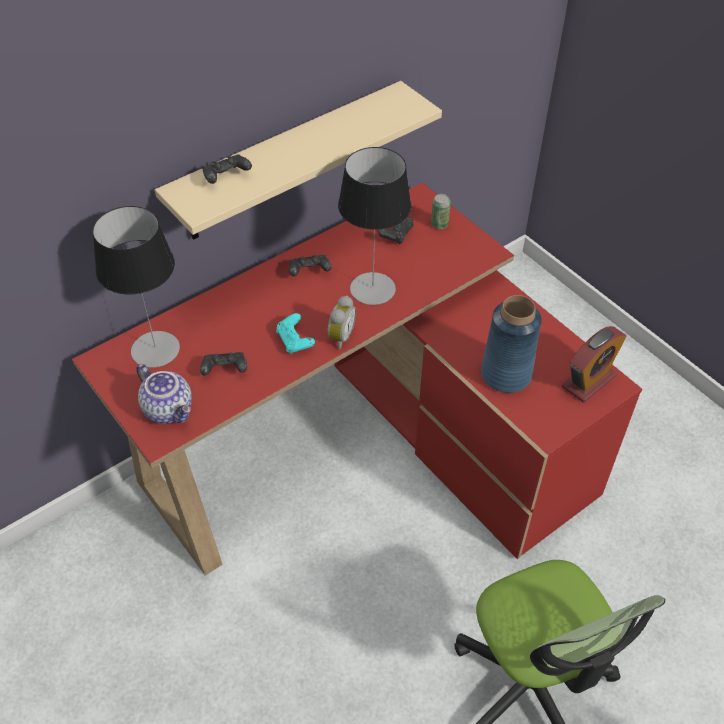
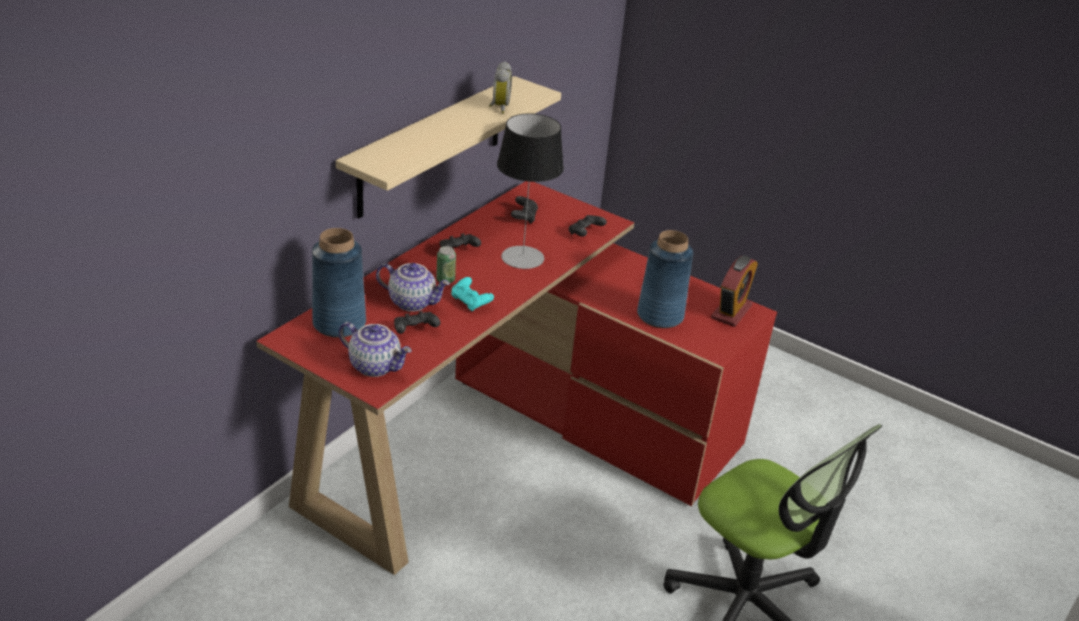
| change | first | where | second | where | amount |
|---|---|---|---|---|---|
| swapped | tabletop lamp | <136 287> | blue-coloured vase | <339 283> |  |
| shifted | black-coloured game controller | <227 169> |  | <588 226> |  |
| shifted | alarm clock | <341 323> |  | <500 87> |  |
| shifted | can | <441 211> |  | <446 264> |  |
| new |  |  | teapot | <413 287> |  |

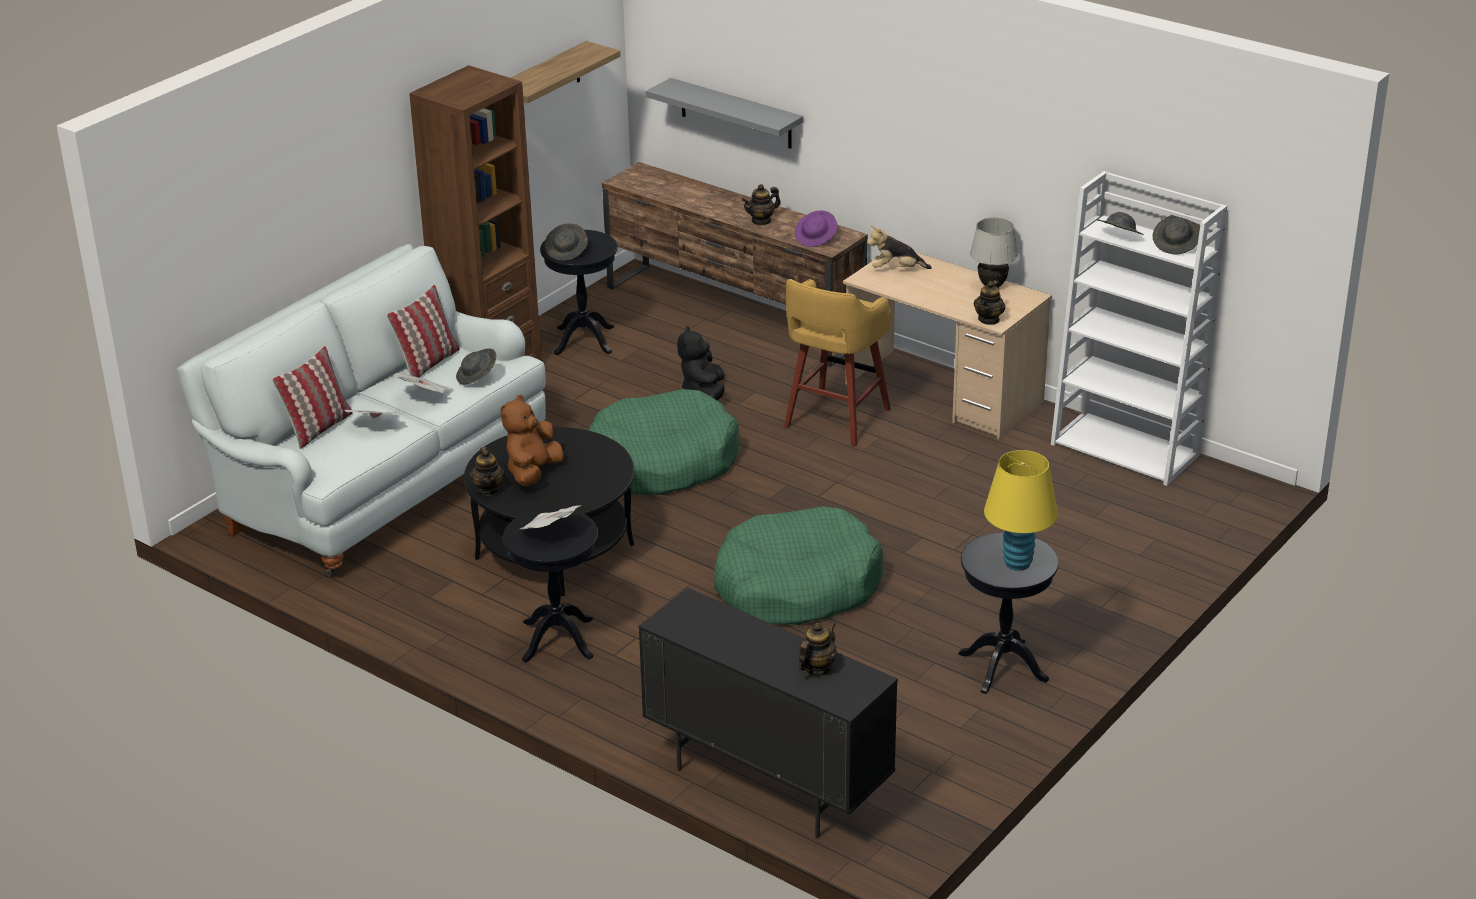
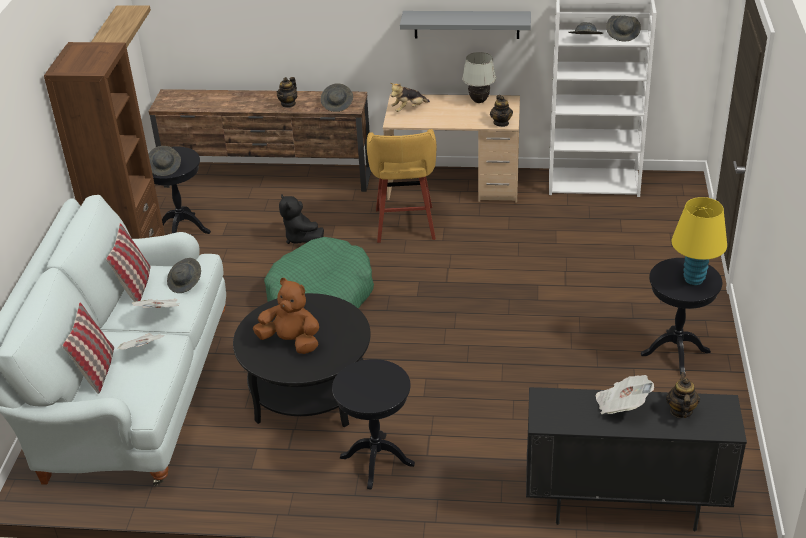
| change | first | where | second | where | amount |
|---|---|---|---|---|---|
| gone | teapot | <487 471> |  |  |  |
| rotated | brown-coloured cuddly toy | <532 440> |  | <286 316> | 120 degrees clockwise |
| shifted | daily paper | <550 517> |  | <624 394> |  |
| shifted | gray bracket shelf | <724 113> |  | <465 25> |  |
| gone | green-coloured pet bed | <798 565> |  |  |  |
| repainted | purple-coloured wearable hat | <816 228> | gray wearable hat | <337 97> |  |

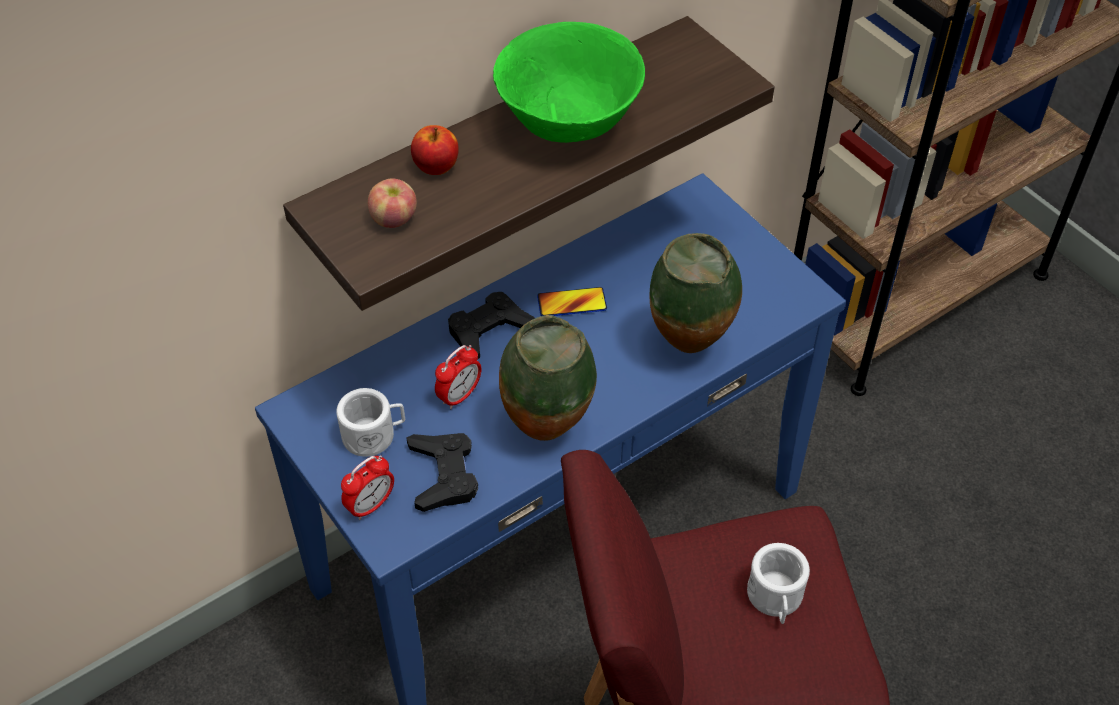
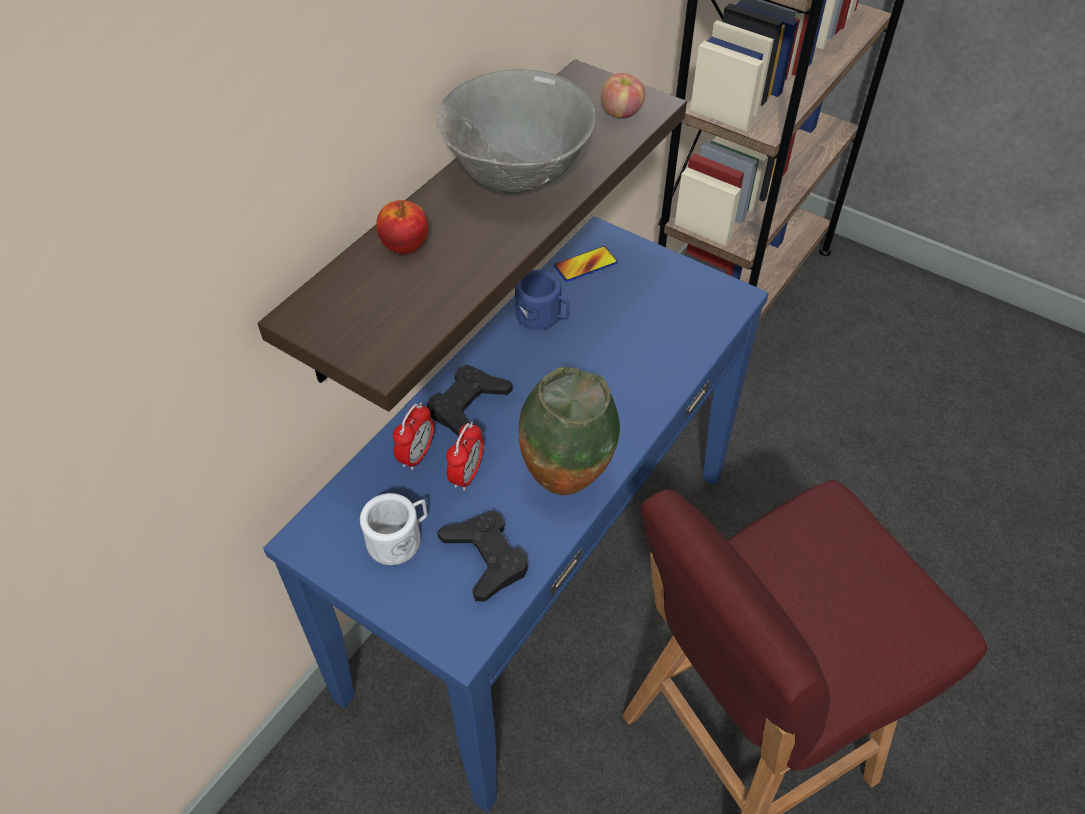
| change | first | where | second | where | amount |
|---|---|---|---|---|---|
| shifted | alarm clock | <367 487> |  | <413 437> |  |
| shifted | whole apple | <392 203> |  | <623 96> |  |
| repainted | green-coloured deep dish | <569 82> | gray deep dish | <516 131> |  |
| shifted | phone | <572 301> |  | <586 264> |  |
| gone | vase | <696 293> |  |  |  |
| gone | white-coloured mug | <778 583> |  |  |  |
| new |  |  | blue-coloured mug | <542 300> |  |

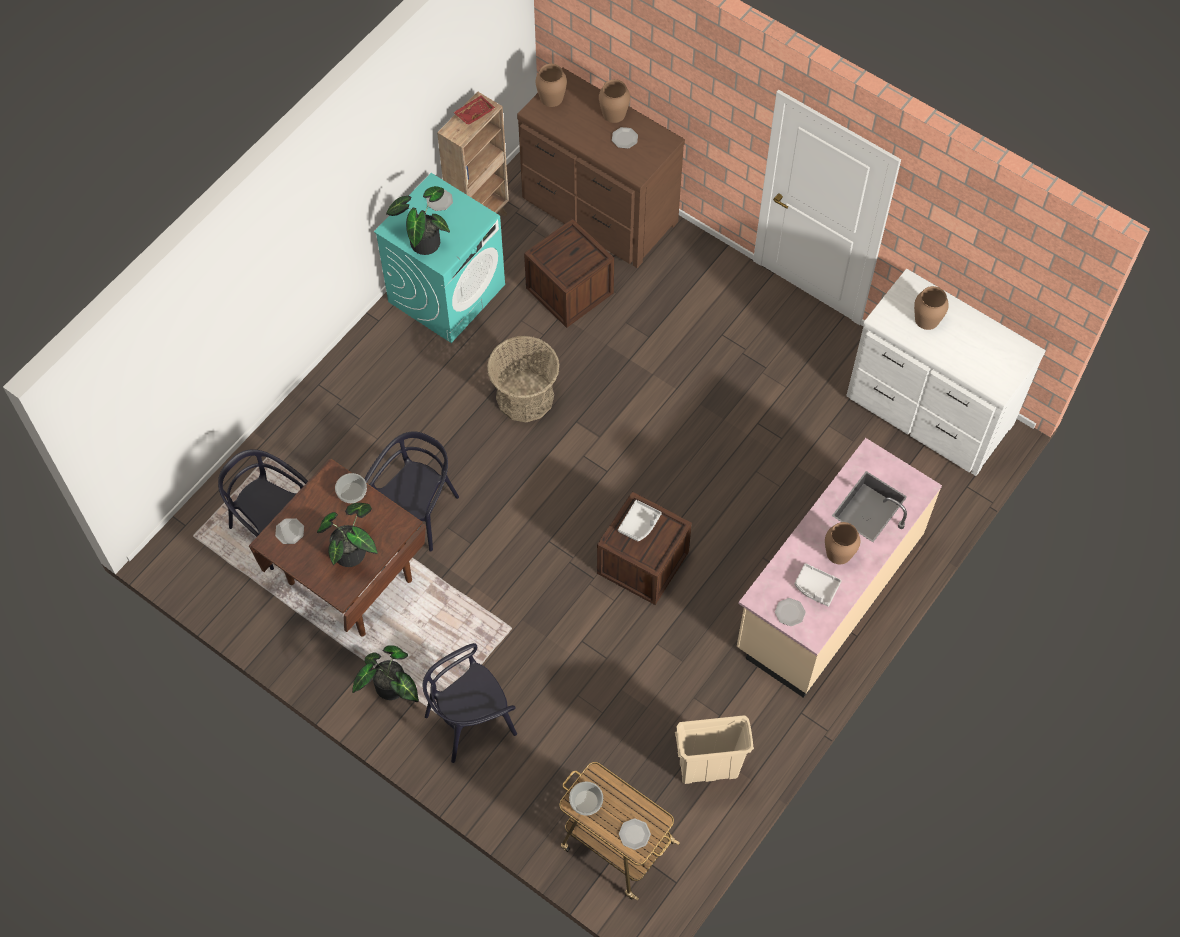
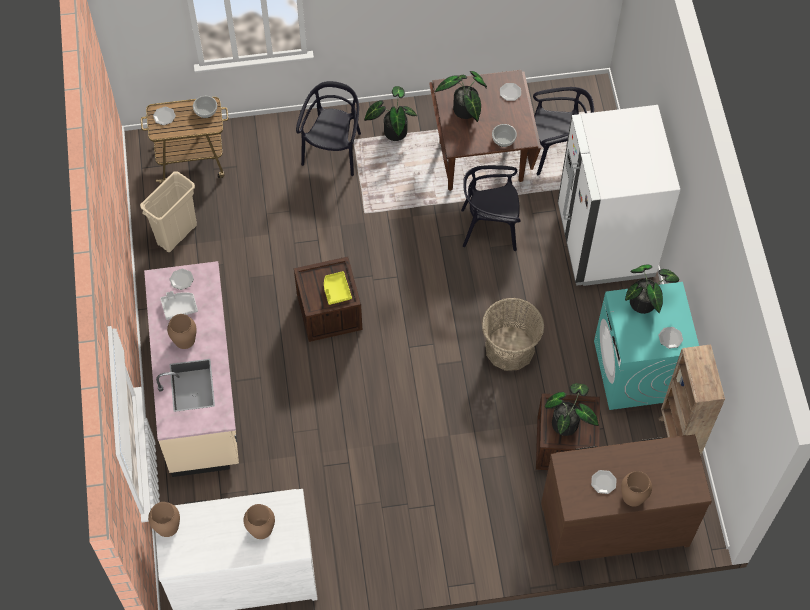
| change | first | where | second | where | amount |
|---|---|---|---|---|---|
| rotated | black-coloured chair | <411 491> |  | <491 208> | 105 degrees clockwise |
| gone | reddish serving tray | <474 110> |  |  |  |
| shifted | brown-coloured vase | <551 85> |  | <164 519> |  |
| repainted | gray serving tray | <640 520> | yellow serving tray | <338 288> |  |
| new |  |  | houseplant | <572 409> |  |
| new |  |  | white-coloured fridge | <619 195> |  |

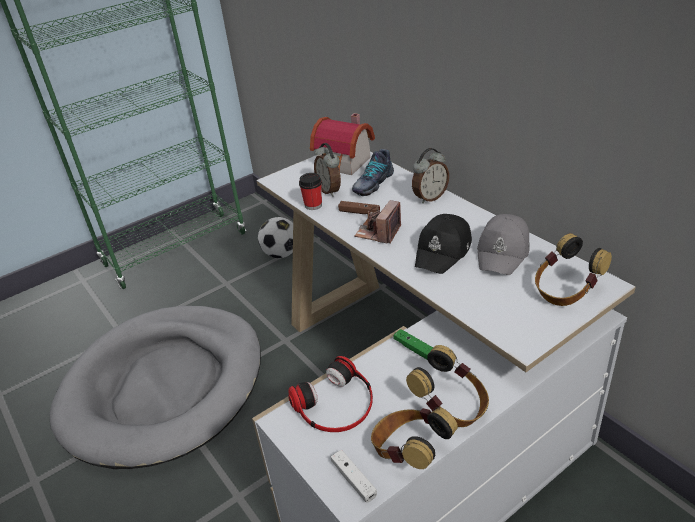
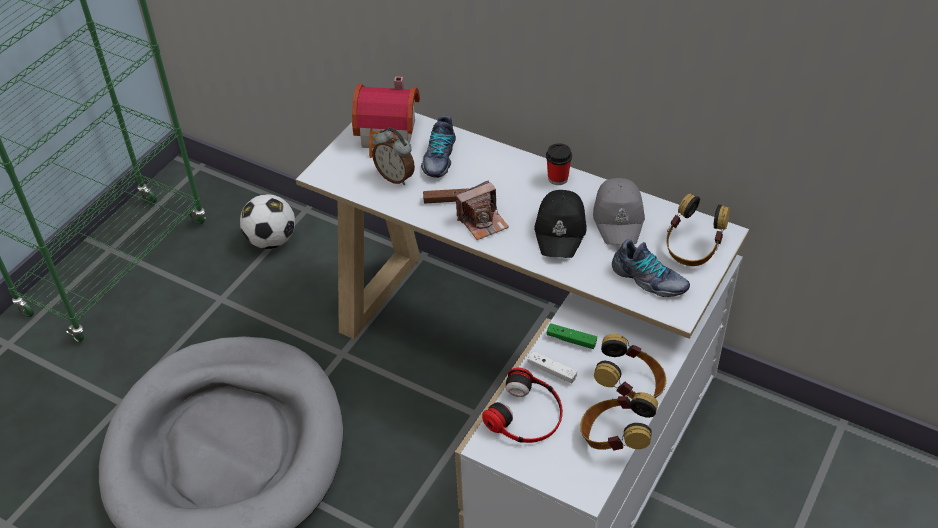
| change | first | where | second | where | amount |
|---|---|---|---|---|---|
| shifted | drinking cup | <310 191> |  | <559 164> |  |
| shifted | white-coloured game controller | <354 476> |  | <552 367> |  |
| rotated | photo camera | <378 221> |  | <482 210> | 120 degrees counterclockwise |
| gone | alarm clock | <430 176> |  |  |  |
| new |  |  | low shoe | <651 268> |  |

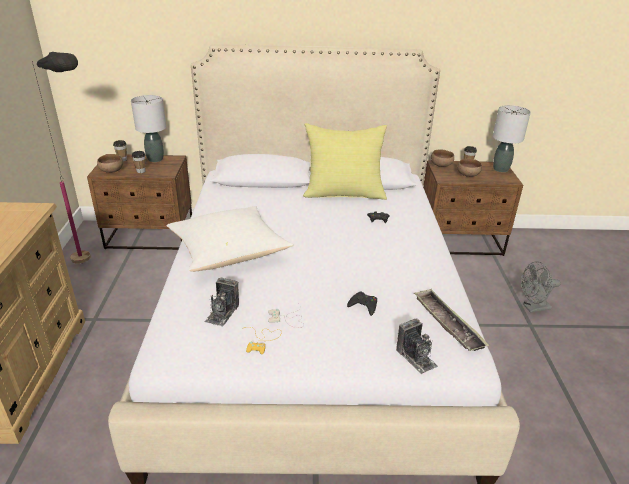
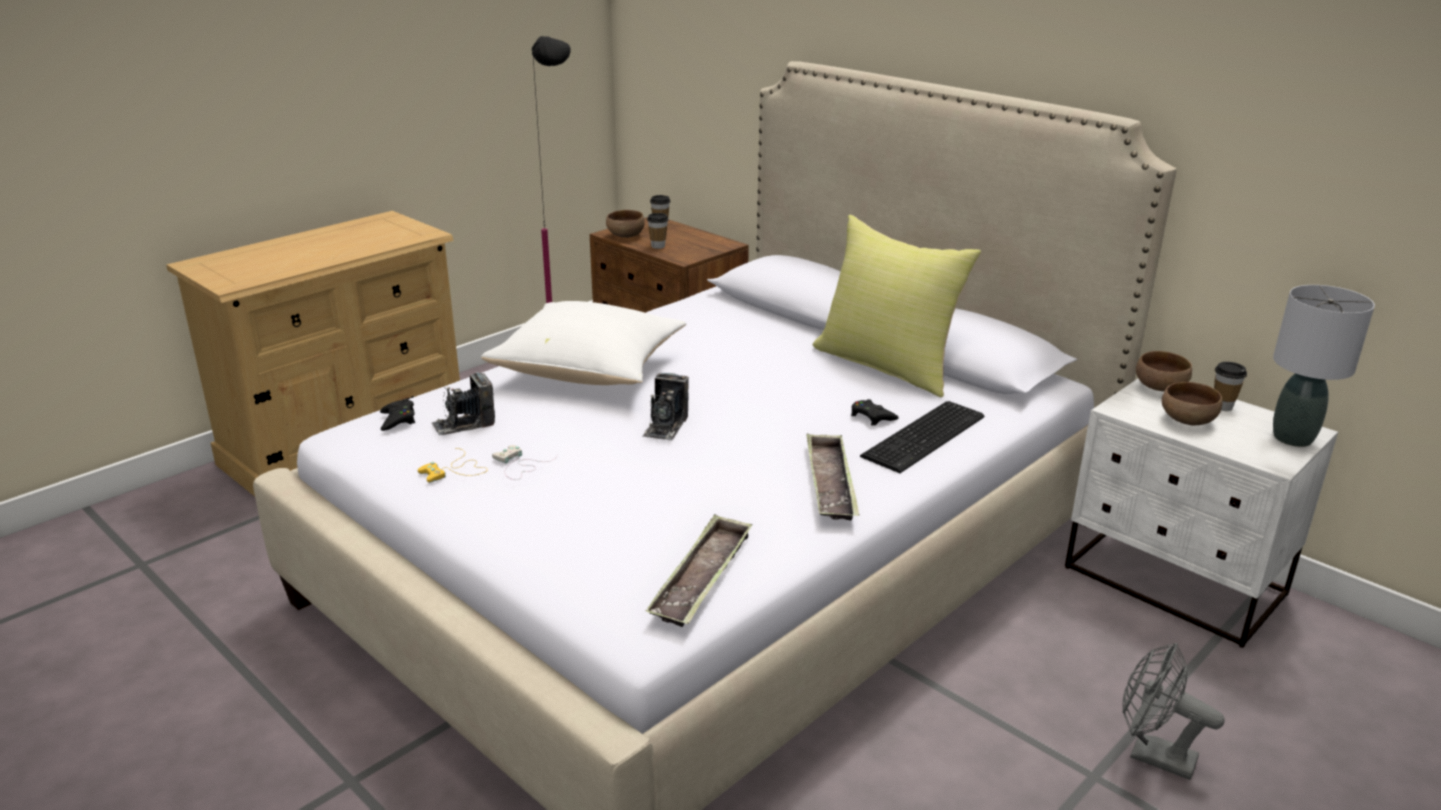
| change | first | where | second | where | amount |
|---|---|---|---|---|---|
| gone | gray tabletop lamp | <148 128> |  |  |  |
| shifted | black-coloured game controller | <362 303> |  | <397 414> |  |
| shifted | photo camera | <417 346> |  | <665 406> |  |
| repainted | brown-coloured bedside table | <473 208> | white-coloured bedside table | <1201 513> |  |
| new |  |  | serving tray | <832 477> |  |
| new |  |  | keyboard | <922 437> |  |

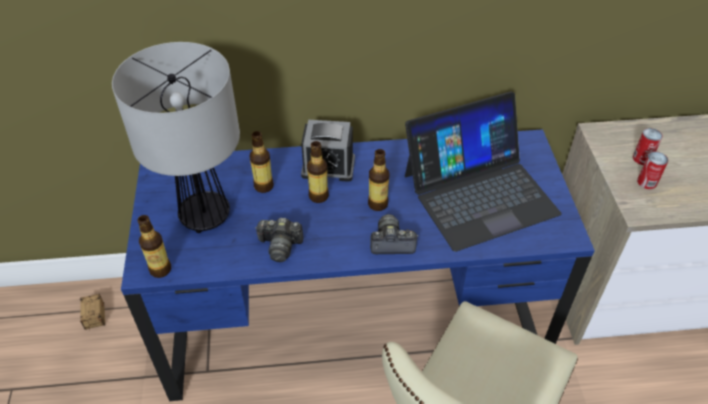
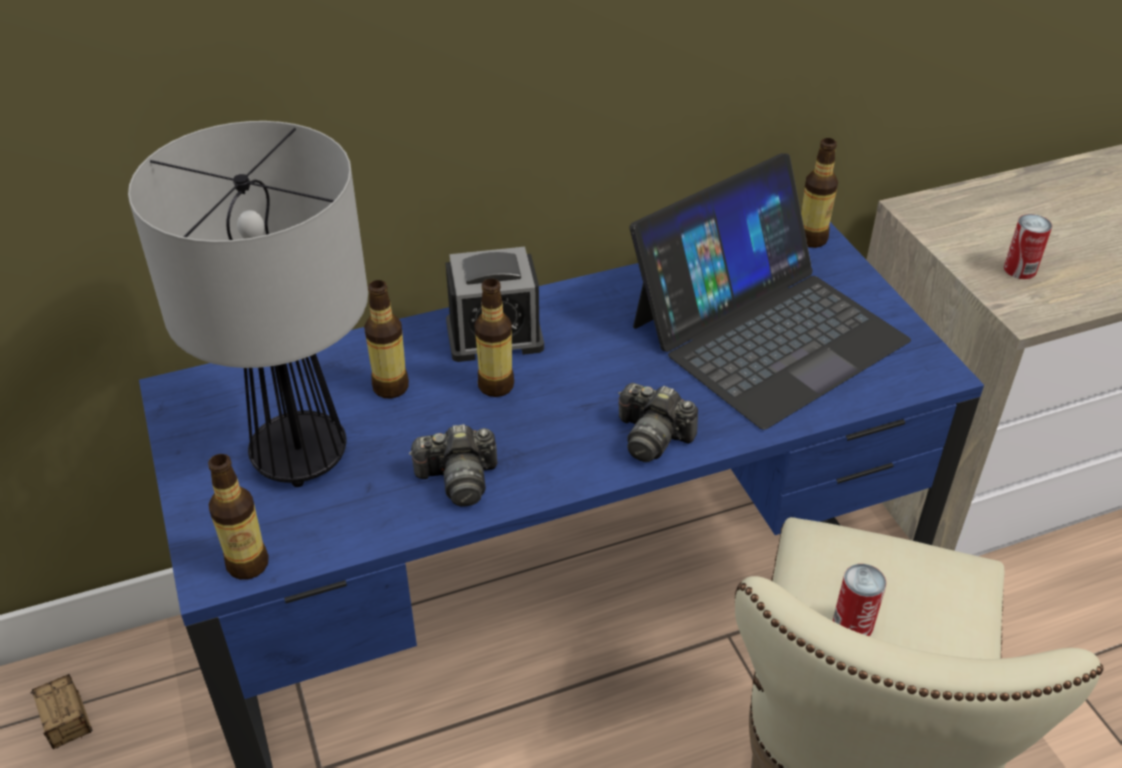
| change | first | where | second | where | amount |
|---|---|---|---|---|---|
| shifted | bottle | <379 180> |  | <819 193> |  |
| rotated | photo camera | <394 234> |  | <658 422> | 135 degrees counterclockwise |
| shifted | can | <648 146> |  | <859 600> |  |

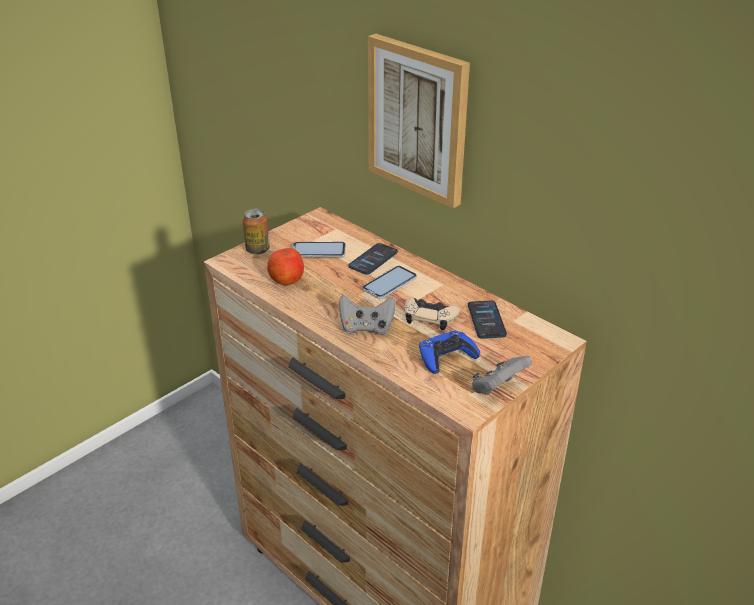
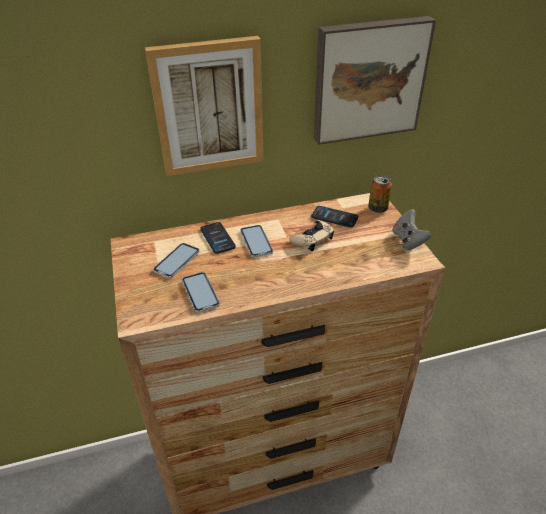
| change | first | where | second | where | amount |
|---|---|---|---|---|---|
| shifted | can | <256 232> |  | <380 194> |  |
| swapped | whole apple | <285 266> | phone | <201 292> |  |
| gone | gray game controller | <367 315> |  |  |  |
| gone | blue-coloured game controller | <449 352> |  |  |  |
| new |  |  | wall art | <375 80> |  |

